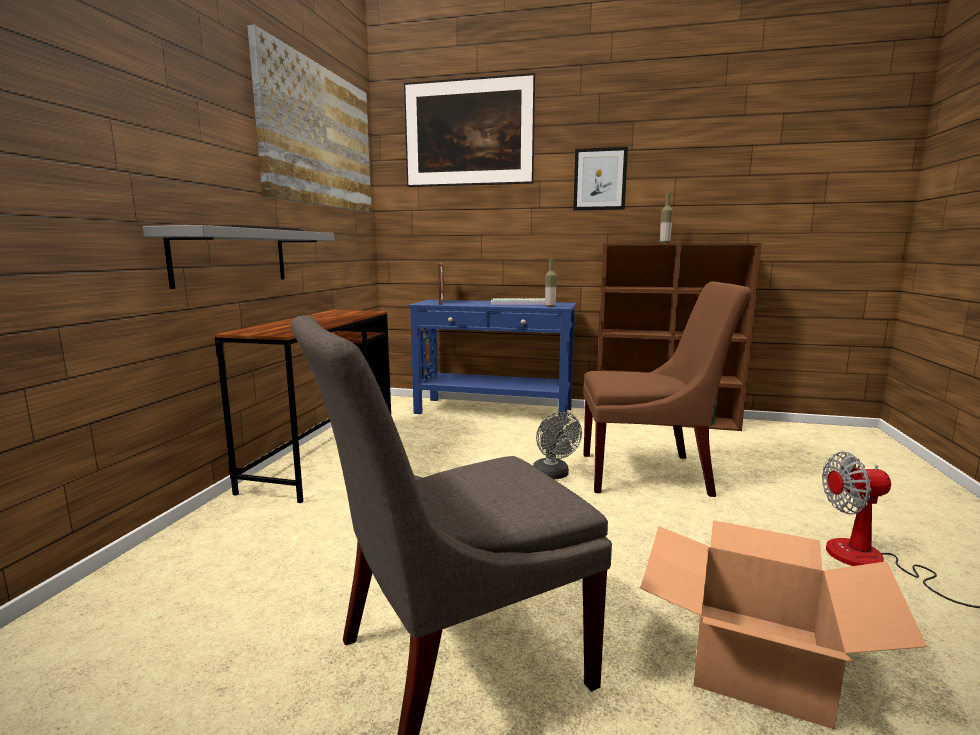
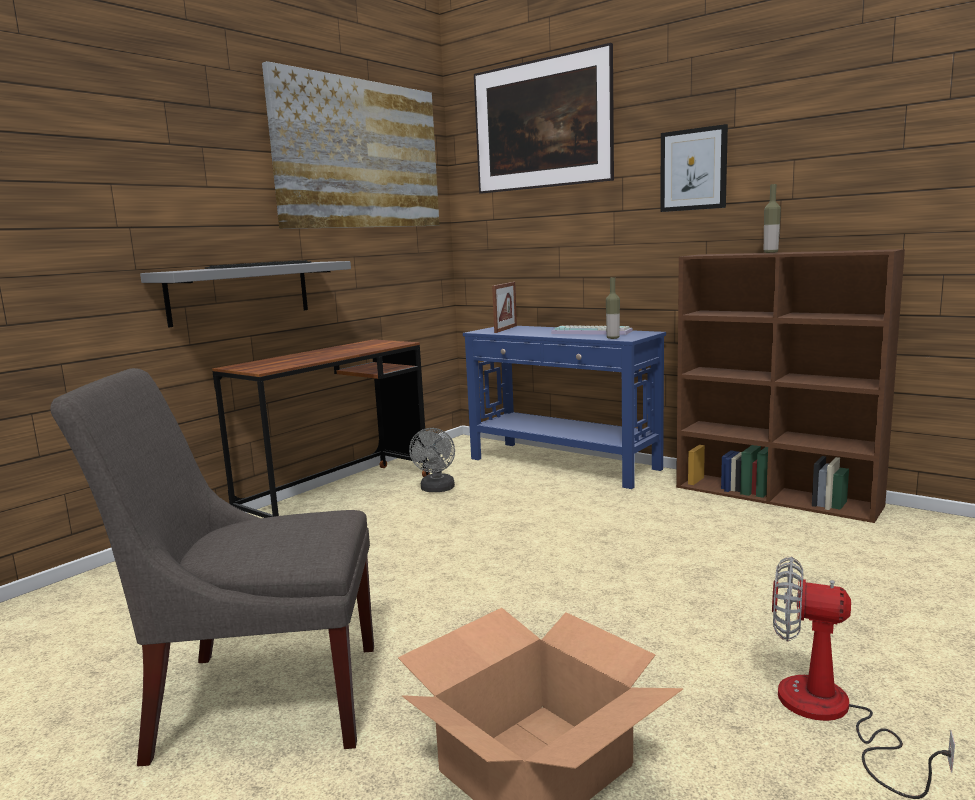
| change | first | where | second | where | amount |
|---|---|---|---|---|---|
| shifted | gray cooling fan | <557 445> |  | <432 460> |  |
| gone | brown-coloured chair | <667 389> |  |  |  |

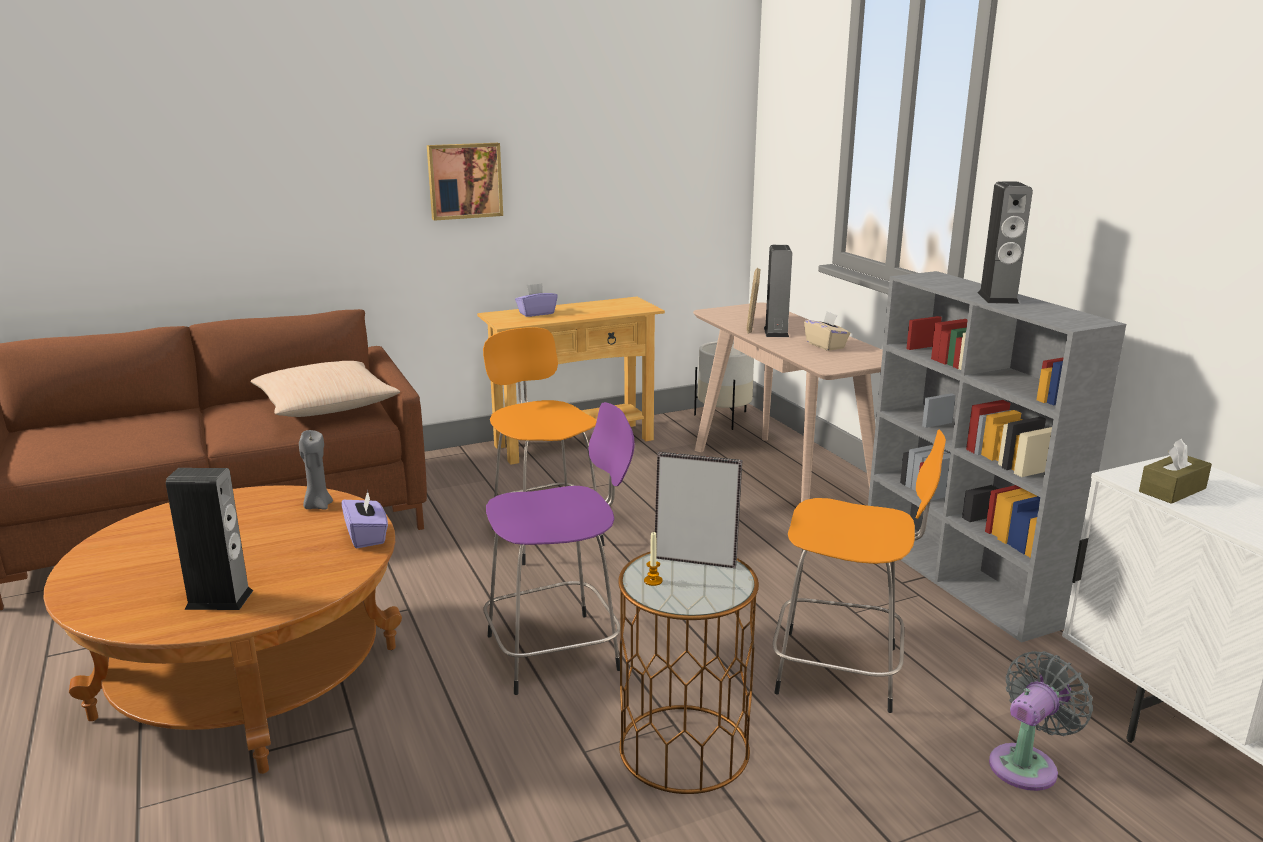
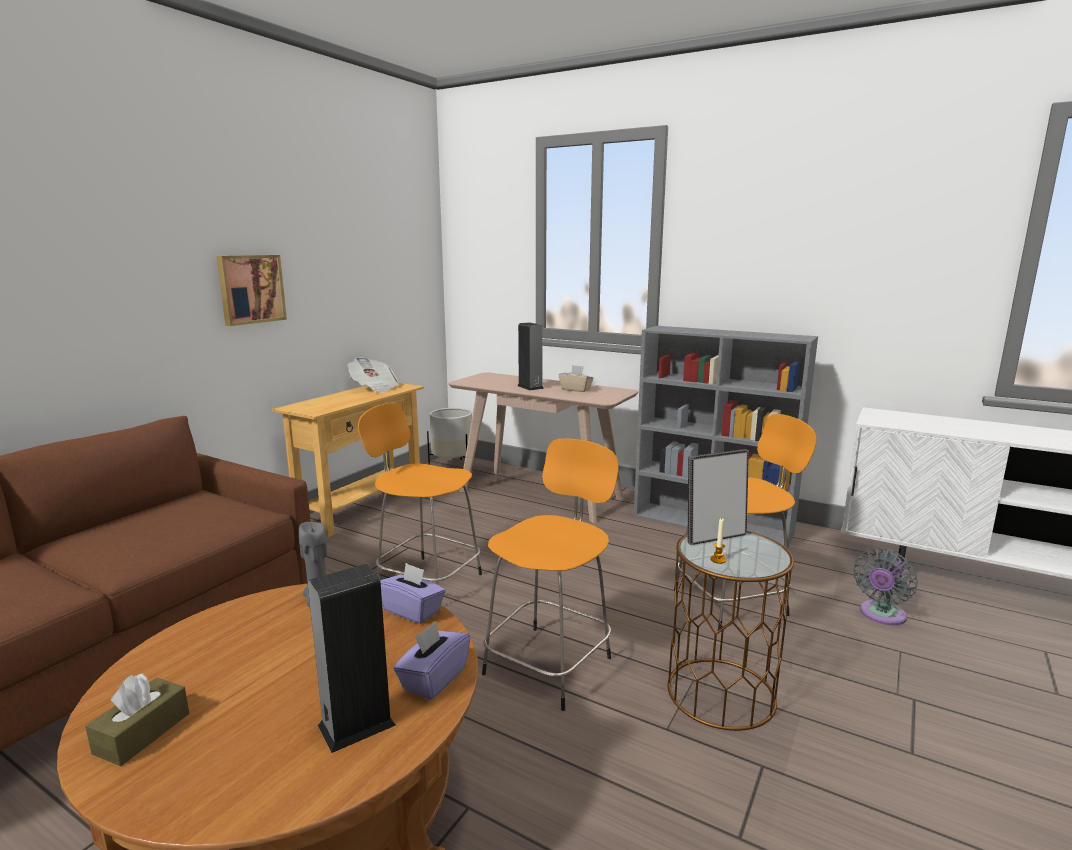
| change | first | where | second | where | amount |
|---|---|---|---|---|---|
| gone | beige-coloured cushion | <325 389> |  |  |  |
| repainted | purple-coloured sitting stool | <559 548> | orangey sitting stool | <550 574> |  |
| shifted | purple-coloured tissue holder | <536 300> |  | <431 660> |  |
| gone | photo frame | <753 301> |  |  |  |
| gone | speaker | <1005 242> |  |  |  |
| rotated | gray cooling fan | <1041 721> |  | <885 586> | 150 degrees counterclockwise |
| shifted | brown-coloured tissue holder | <1175 471> |  | <137 720> |  |
| new |  |  | daily paper | <373 375> |  |

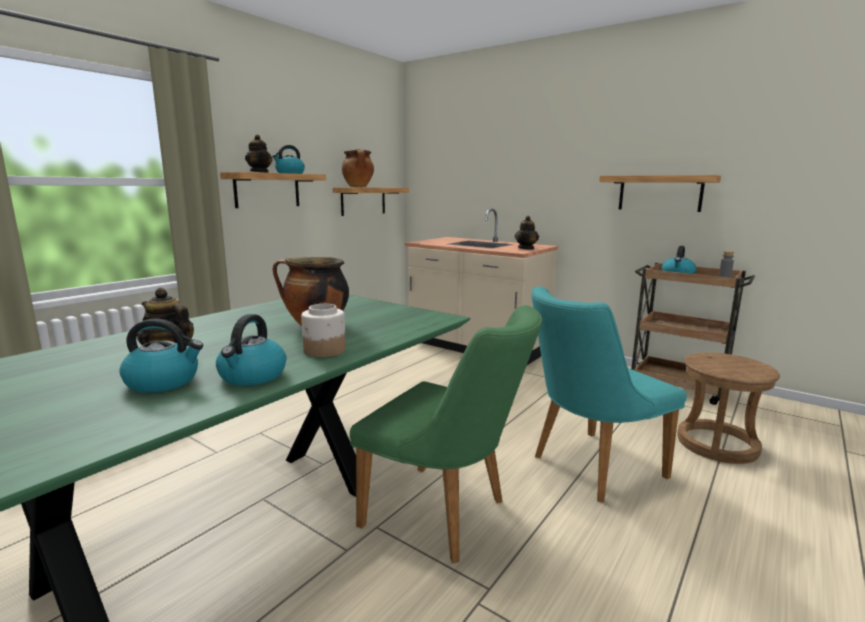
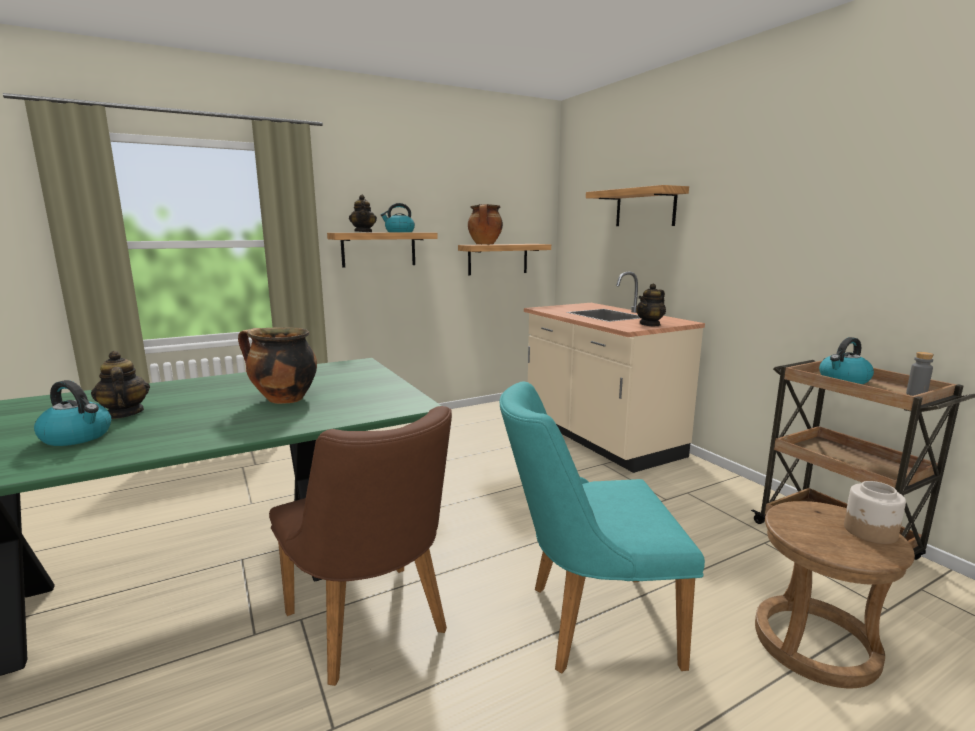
| change | first | where | second | where | amount |
|---|---|---|---|---|---|
| gone | kettle | <251 350> |  |  |  |
| shifted | jar | <323 330> |  | <875 512> |  |
| repainted | green-coloured chair | <446 434> | brown-coloured chair | <360 546> |  |
| shifted | bracket shelf | <660 193> |  | <637 205> |  |

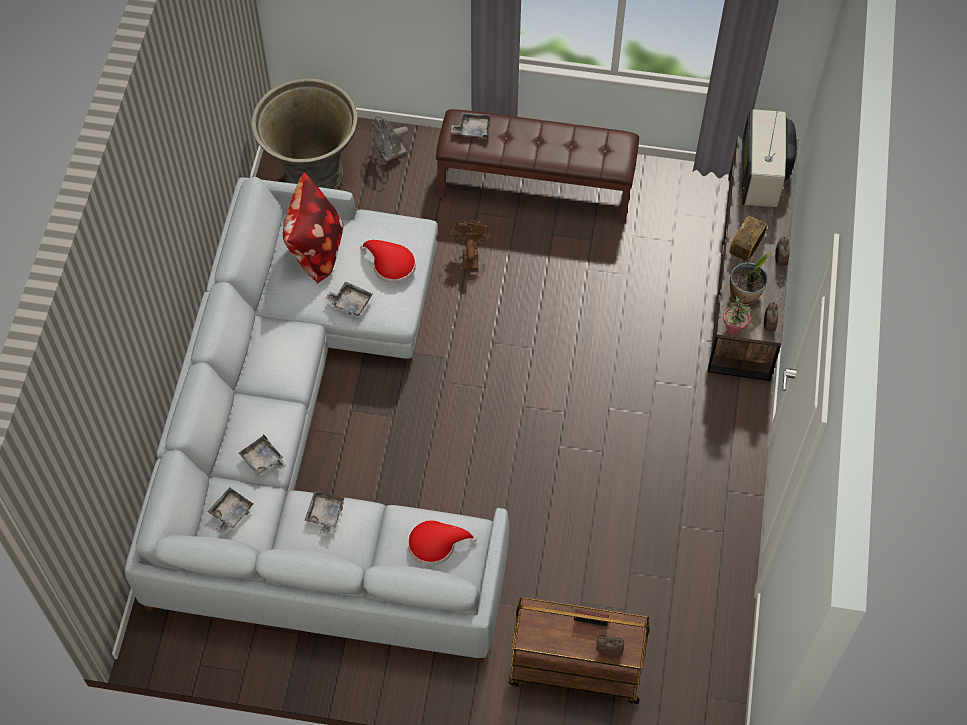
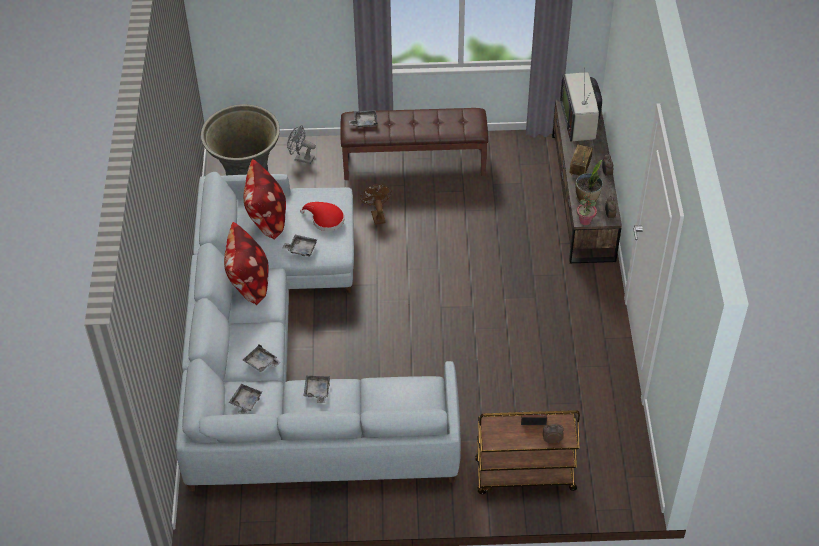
| change | first | where | second | where | amount |
|---|---|---|---|---|---|
| rotated | gray cooling fan | <389 139> |  | <301 144> | 60 degrees clockwise |
| gone | reddish wearable hat | <442 542> |  |  |  |
| new |  |  | cushion | <246 263> |  |

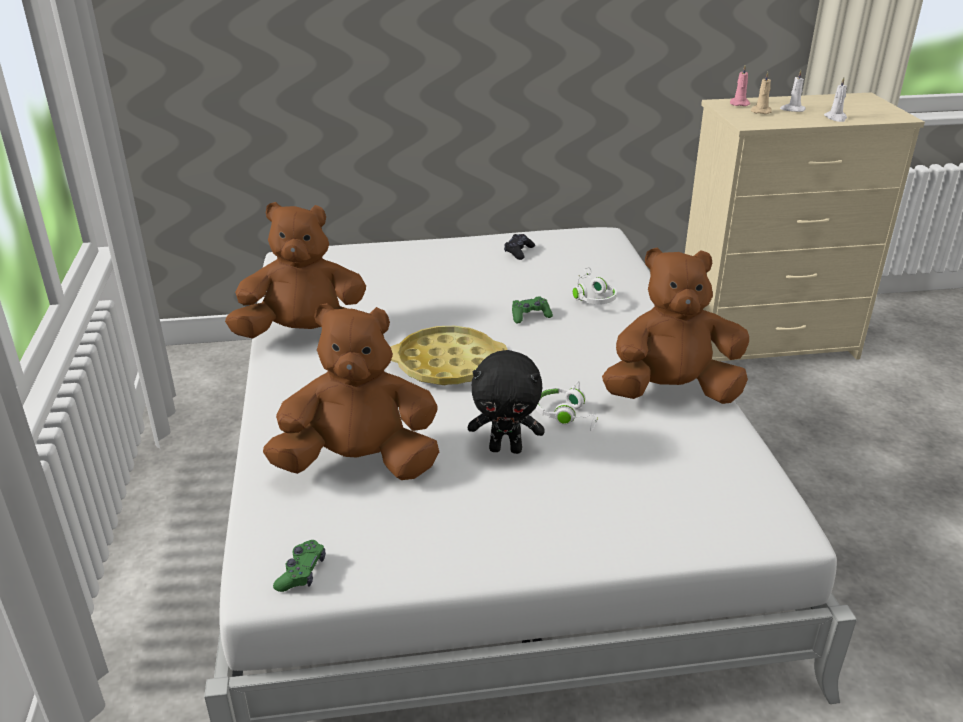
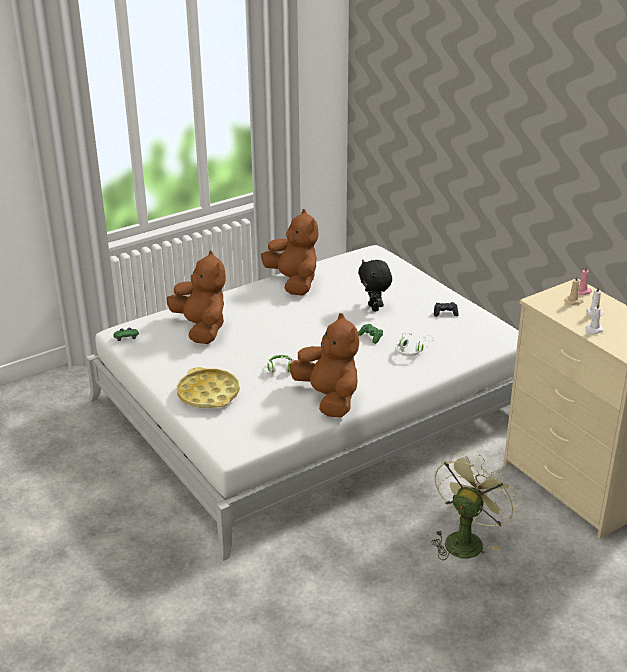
| change | first | where | second | where | amount |
|---|---|---|---|---|---|
| shifted | yellow serving tray | <448 355> |  | <208 387> |  |
| shifted | black-coloured cuddly toy | <506 402> |  | <375 286> |  |
| new |  |  | green-coloured cooling fan | <474 506> |  |

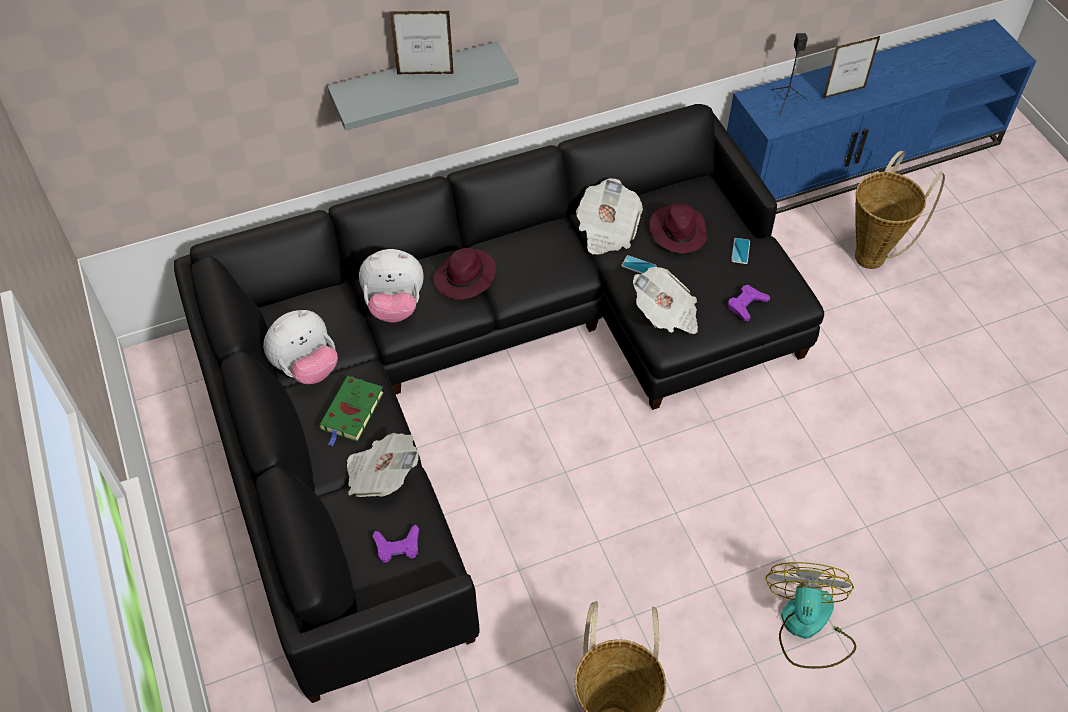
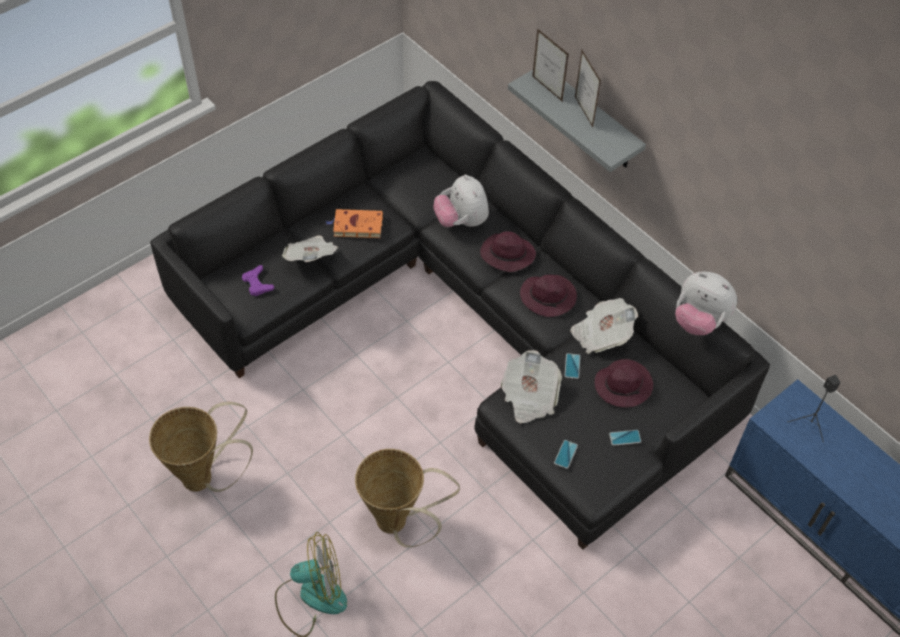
| change | first | where | second | where | amount |
|---|---|---|---|---|---|
| shifted | cuddly toy | <300 347> |  | <706 303> |  |
| repainted | green-coloured volume | <351 411> | orangey volume | <354 223> |  |
| swapped | purple-coloured game controller | <749 303> | phone | <566 454> |  |
| shifted | photo frame | <851 67> |  | <550 64> |  |
| shifted | storage basket | <900 210> |  | <407 498> |  |
| new |  |  | purple-coloured wearable hat | <548 296> |  |

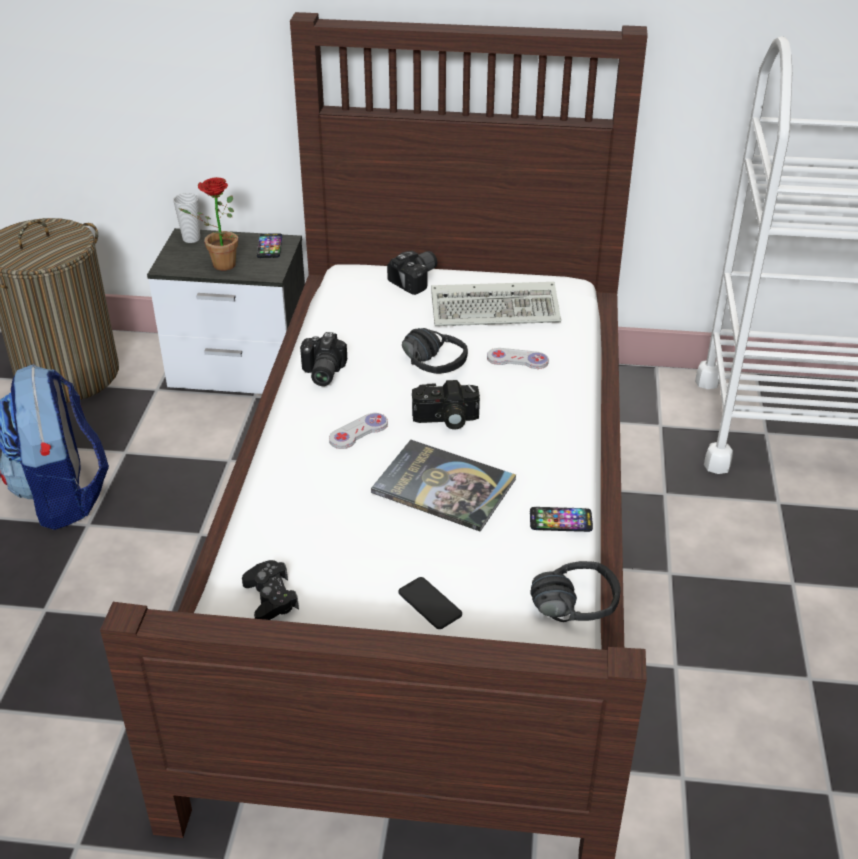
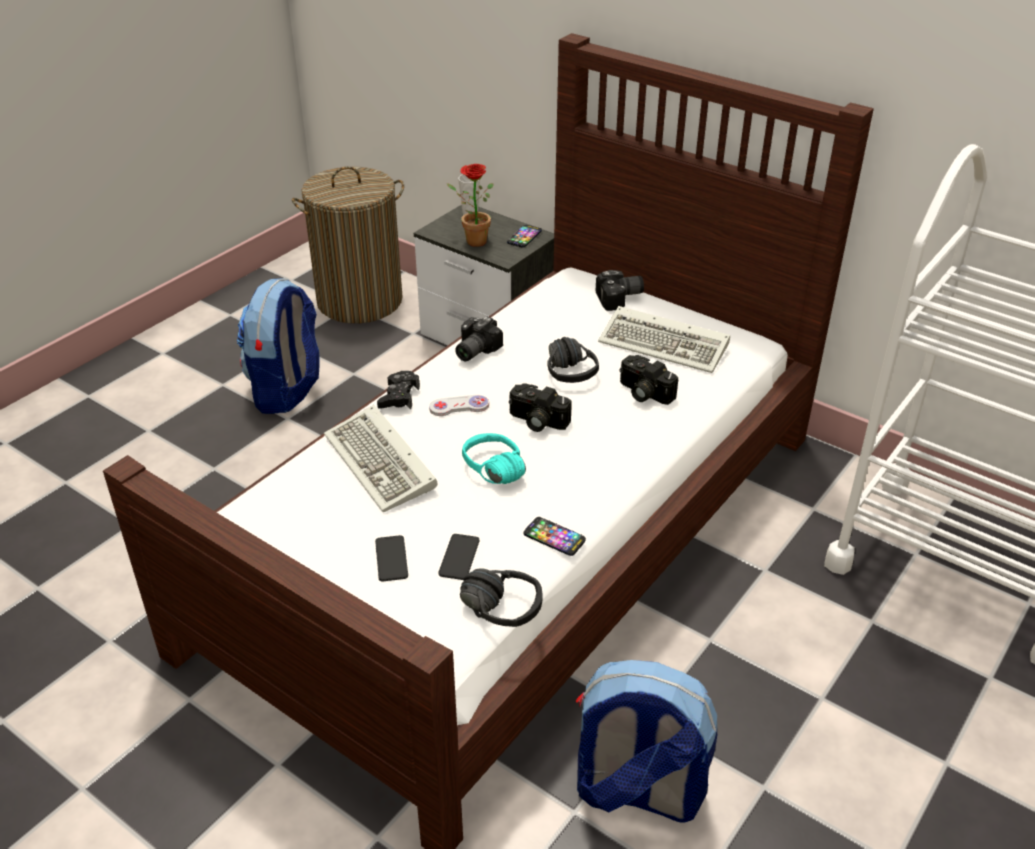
| change | first | where | second | where | amount |
|---|---|---|---|---|---|
| shifted | black-coloured game controller | <270 590> |  | <398 390> |  |
| swapped | volume | <443 485> | blue-green headphones | <494 458> |  |
| swapped | white-coloured game controller | <518 358> | photo camera | <648 380> |  |
| new |  |  | keyboard | <381 458> |  |
| new |  |  | phone | <459 557> |  |
| new |  |  | rucksack | <646 741> |  |

